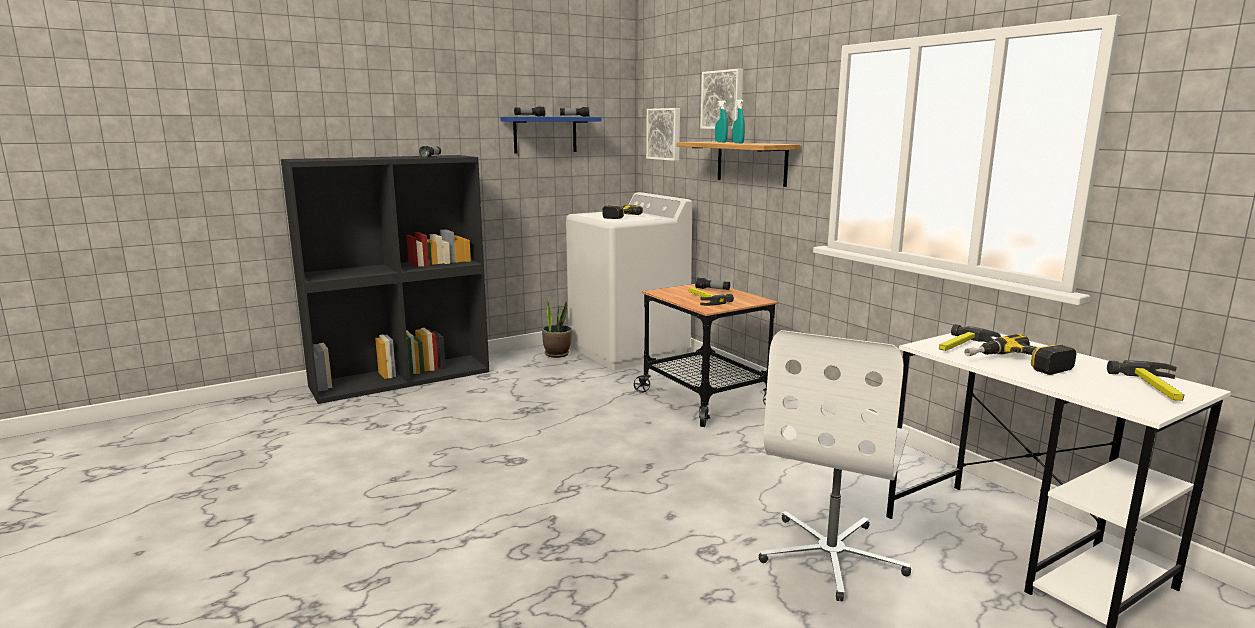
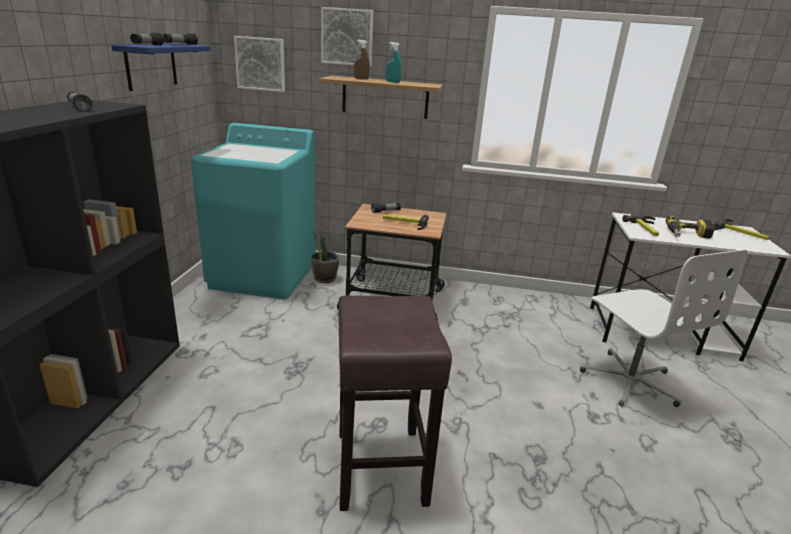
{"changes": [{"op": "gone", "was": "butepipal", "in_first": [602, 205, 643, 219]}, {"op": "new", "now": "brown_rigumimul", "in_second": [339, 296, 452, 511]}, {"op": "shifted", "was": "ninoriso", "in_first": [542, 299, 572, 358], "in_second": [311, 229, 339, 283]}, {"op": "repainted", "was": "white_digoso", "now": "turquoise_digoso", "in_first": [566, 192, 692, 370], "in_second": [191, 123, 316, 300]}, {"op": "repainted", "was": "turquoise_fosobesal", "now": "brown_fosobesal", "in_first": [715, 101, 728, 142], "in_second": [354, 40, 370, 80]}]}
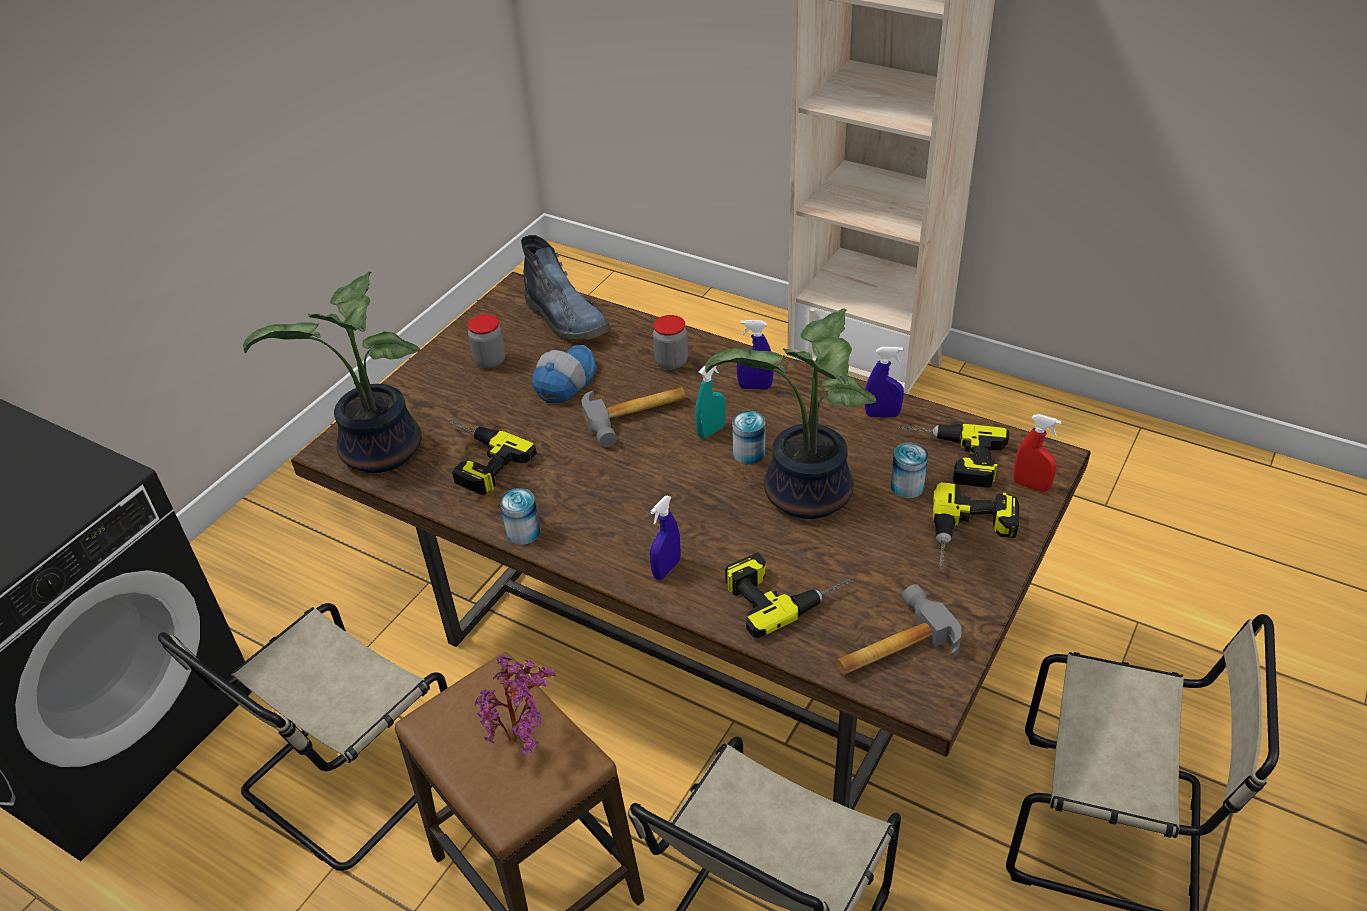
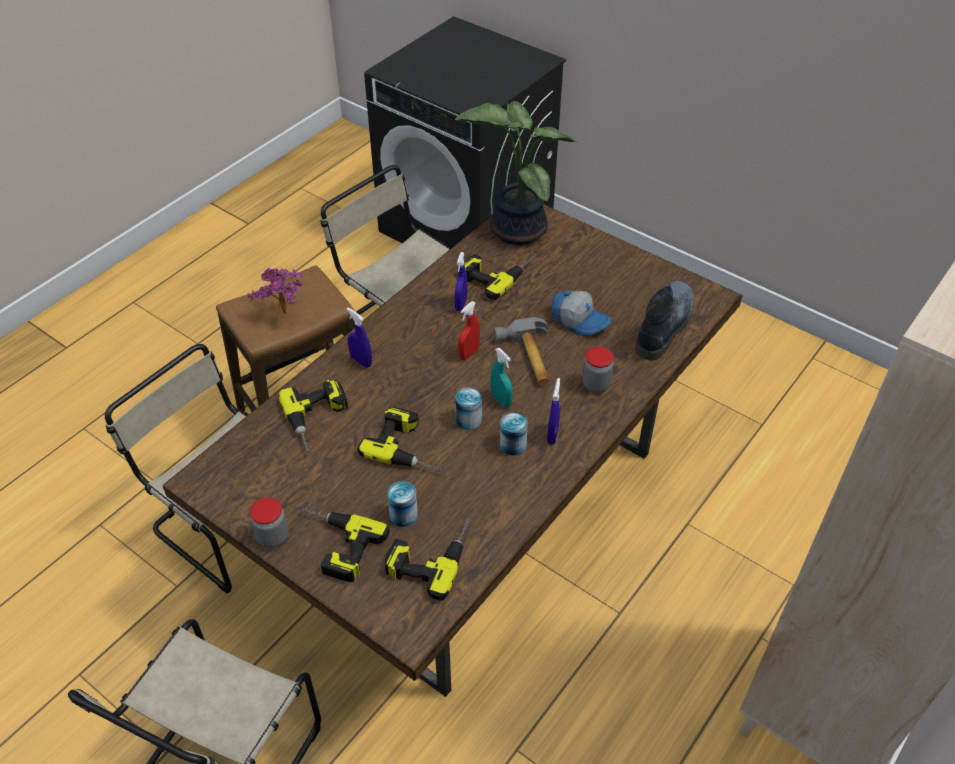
{"changes": [{"op": "gone", "was": "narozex", "in_first": [836, 584, 962, 675]}, {"op": "shifted", "was": "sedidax", "in_first": [467, 314, 506, 368], "in_second": [250, 497, 288, 548]}, {"op": "shifted", "was": "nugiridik", "in_first": [500, 488, 540, 545], "in_second": [500, 412, 528, 456]}, {"op": "shifted", "was": "blue_fosobesal", "in_first": [865, 347, 904, 418], "in_second": [455, 252, 467, 311]}, {"op": "shifted", "was": "red_fosobesal", "in_first": [1014, 414, 1062, 492], "in_second": [458, 301, 480, 360]}, {"op": "swapped", "was": "ninoriso", "now": "butepipal", "in_first": [705, 309, 877, 519], "in_second": [357, 407, 444, 471]}, {"op": "rotated", "was": "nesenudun", "in_first": [521, 235, 610, 341], "in_second": [635, 281, 694, 361], "clockwise": 150}]}
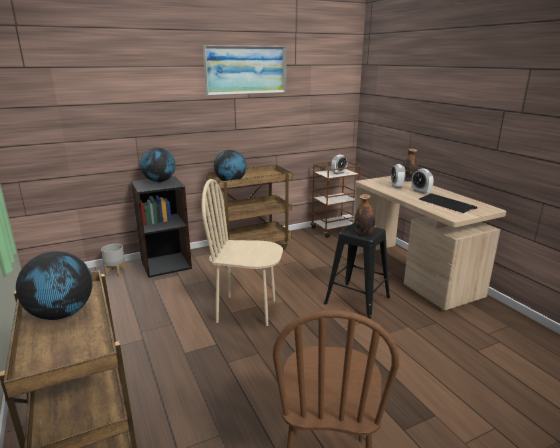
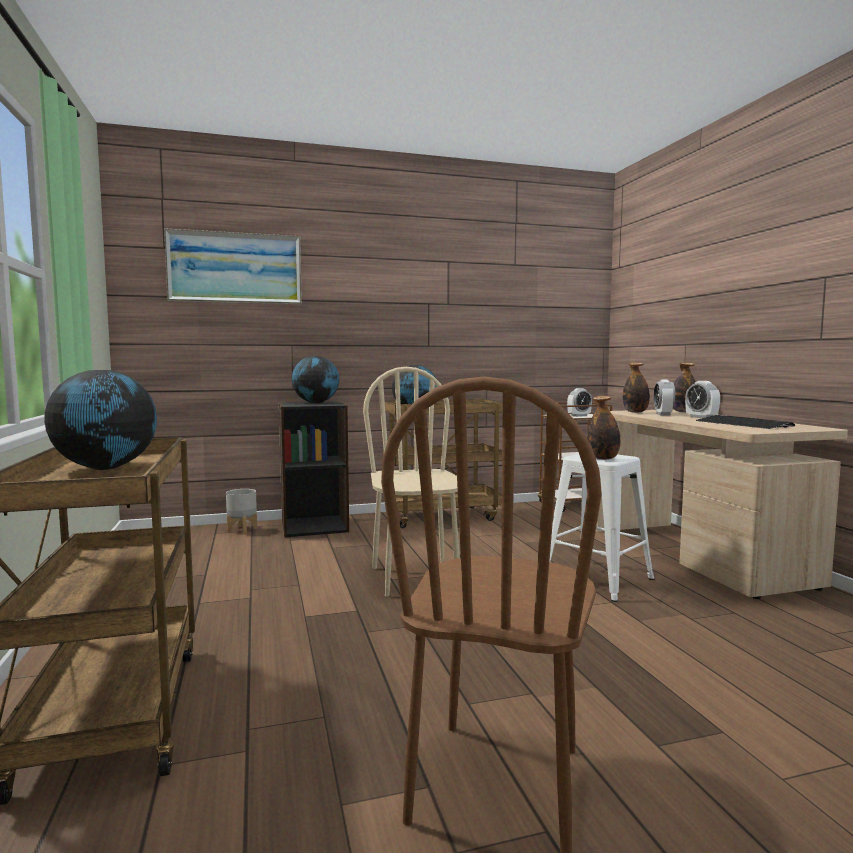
{"changes": [{"op": "new", "now": "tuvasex", "in_second": [623, 362, 650, 413]}, {"op": "shifted", "was": "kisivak", "in_first": [203, 45, 287, 96], "in_second": [164, 228, 302, 304]}, {"op": "repainted", "was": "black_rigumimul", "now": "white_rigumimul", "in_first": [324, 223, 390, 319], "in_second": [549, 454, 655, 602]}, {"op": "rotated", "was": "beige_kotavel", "in_first": [201, 179, 283, 326], "in_second": [363, 367, 460, 597], "clockwise": 60}]}
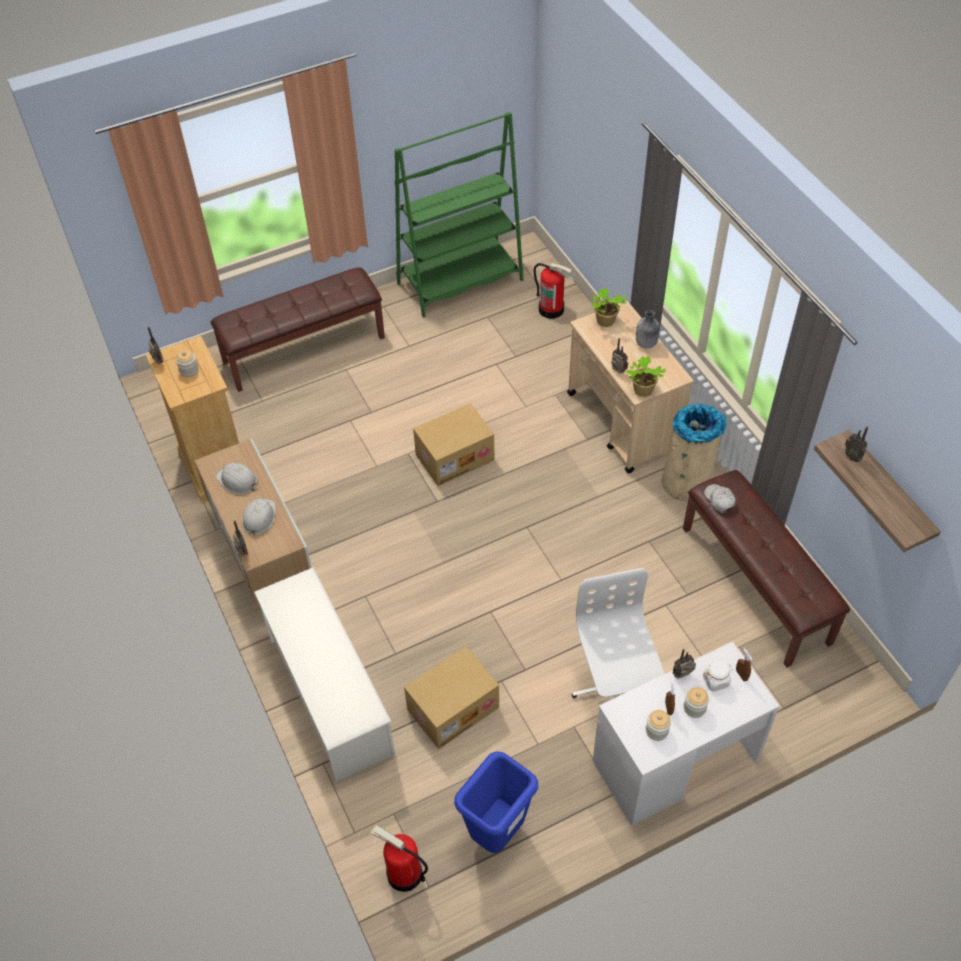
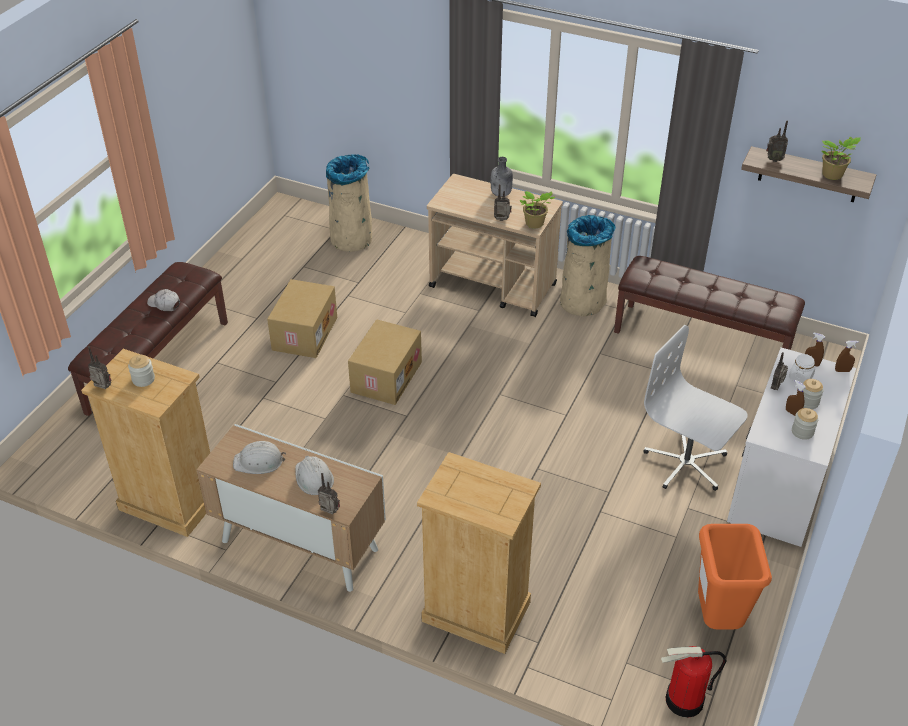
{"changes": [{"op": "gone", "was": "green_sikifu", "in_first": [395, 112, 523, 317]}, {"op": "new", "now": "brown_fosobesal", "in_second": [835, 341, 859, 372]}, {"op": "shifted", "was": "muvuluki", "in_first": [404, 646, 499, 749], "in_second": [267, 279, 337, 358]}, {"op": "shifted", "was": "ninoriso", "in_first": [592, 288, 626, 327], "in_second": [821, 136, 861, 180]}, {"op": "shifted", "was": "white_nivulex", "in_first": [704, 484, 735, 513], "in_second": [147, 289, 180, 311]}, {"op": "swapped", "was": "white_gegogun", "now": "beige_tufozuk", "in_first": [254, 567, 396, 782], "in_second": [417, 452, 541, 654]}, {"op": "swapped", "was": "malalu", "now": "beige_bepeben", "in_first": [533, 263, 573, 319], "in_second": [326, 154, 372, 252]}, {"op": "repainted", "was": "blue_bepeben", "now": "orange_bepeben", "in_first": [454, 751, 538, 853], "in_second": [698, 524, 772, 630]}]}
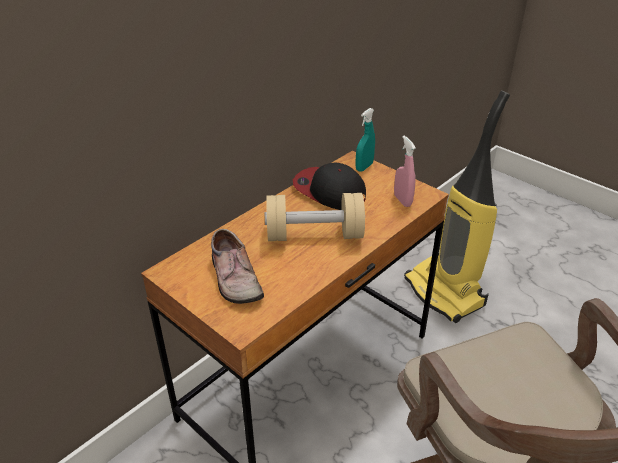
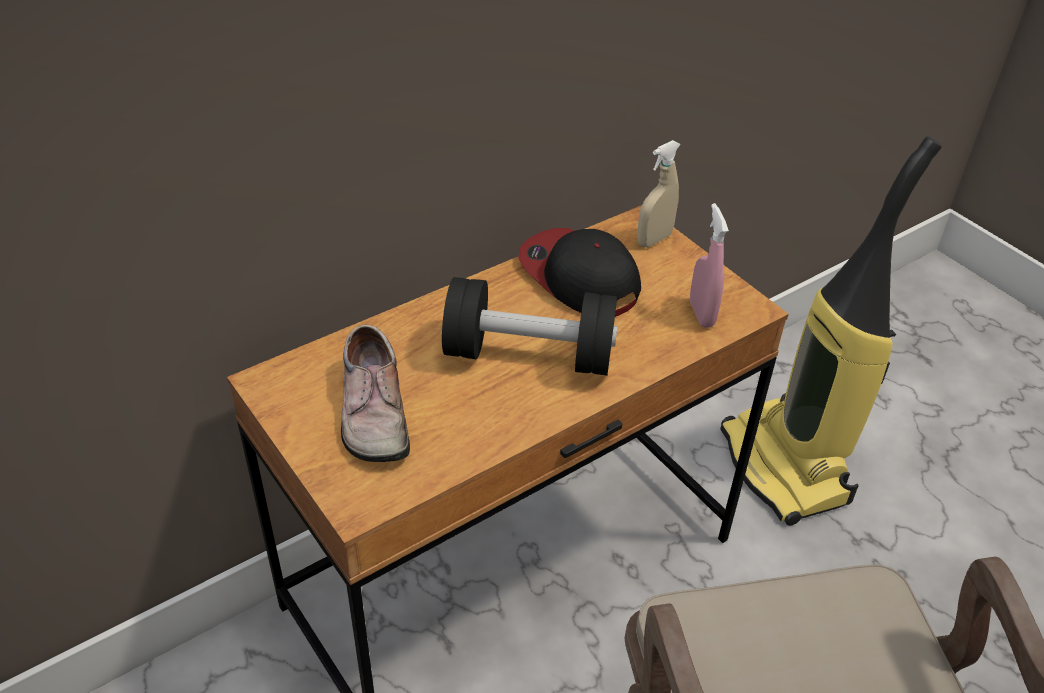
{"changes": [{"op": "repainted", "was": "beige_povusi", "now": "black_povusi", "in_first": [265, 193, 365, 241], "in_second": [442, 277, 618, 375]}, {"op": "repainted", "was": "turquoise_fosobesal", "now": "beige_fosobesal", "in_first": [356, 108, 375, 172], "in_second": [637, 140, 681, 247]}]}
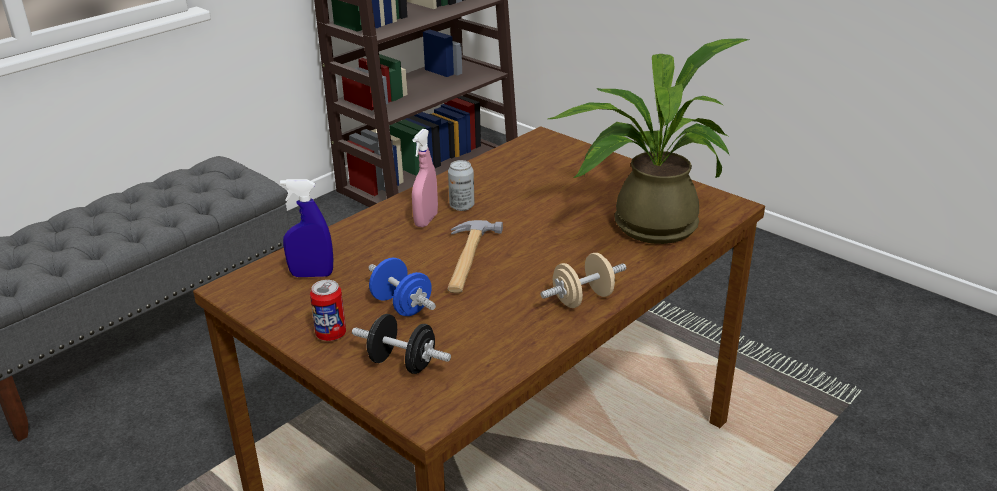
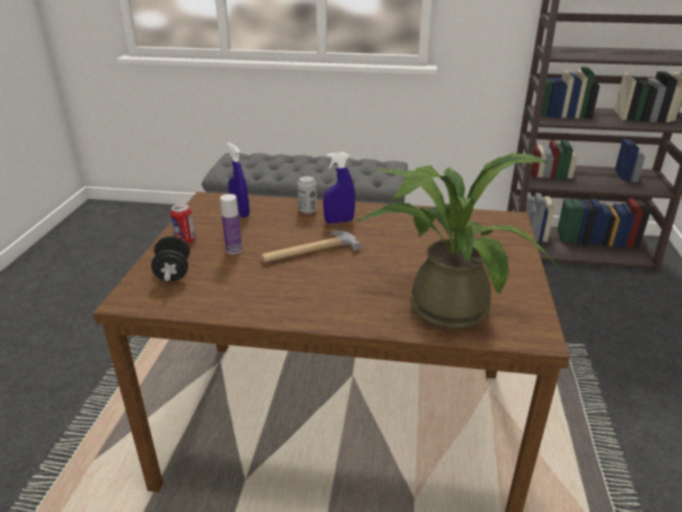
{"changes": [{"op": "gone", "was": "beige_povusi", "in_first": [540, 253, 626, 308]}, {"op": "shifted", "was": "nugiridik", "in_first": [448, 160, 474, 211], "in_second": [297, 176, 317, 214]}, {"op": "swapped", "was": "blue_povusi", "now": "tuvasex", "in_first": [369, 258, 436, 316], "in_second": [220, 194, 242, 254]}, {"op": "repainted", "was": "pink_fosobesal", "now": "blue_fosobesal", "in_first": [412, 129, 438, 227], "in_second": [323, 152, 355, 224]}]}
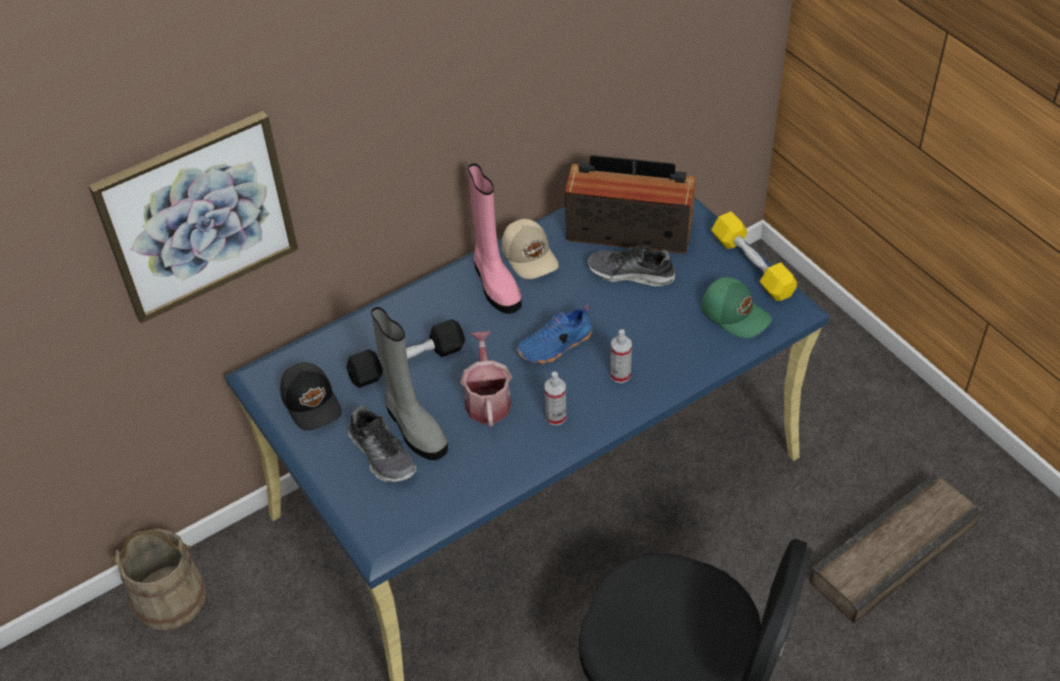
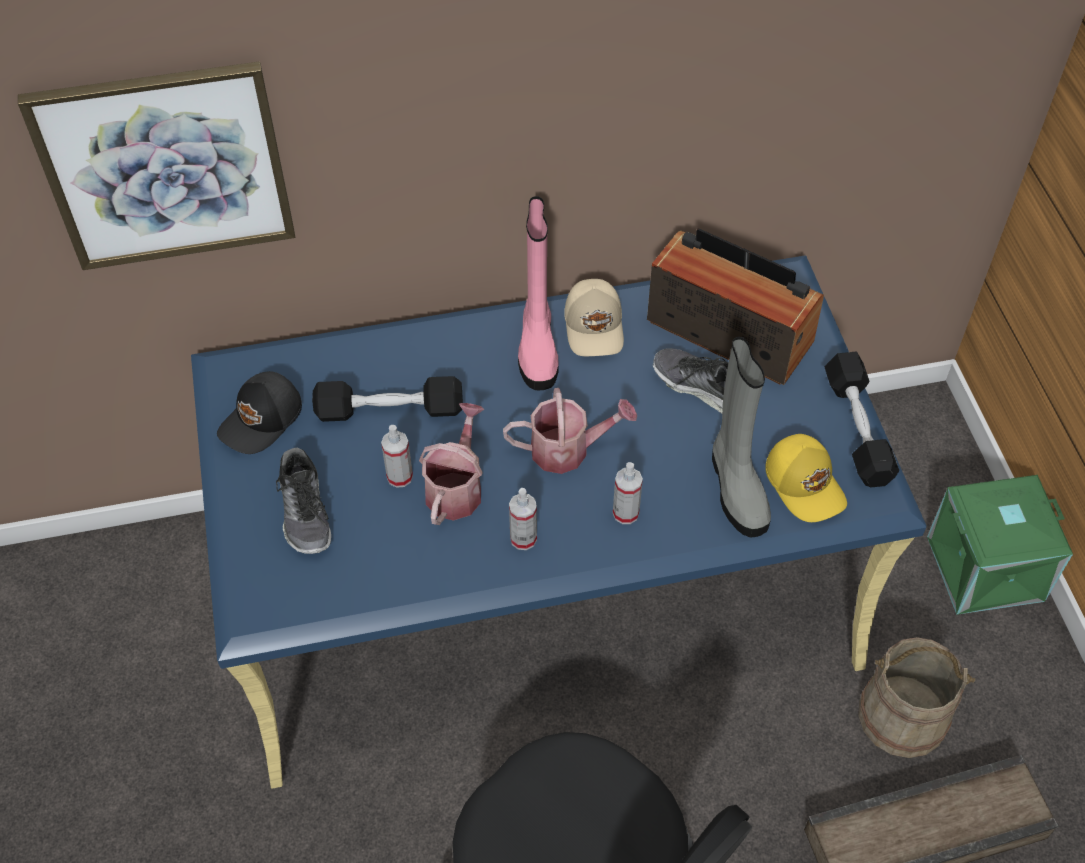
{"changes": [{"op": "new", "now": "fosobesal", "in_second": [381, 425, 413, 488]}, {"op": "new", "now": "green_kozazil", "in_second": [927, 475, 1073, 615]}, {"op": "shifted", "was": "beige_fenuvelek", "in_first": [109, 528, 206, 630], "in_second": [858, 637, 975, 758]}, {"op": "shifted", "was": "grey_nesenudun", "in_first": [371, 307, 448, 460], "in_second": [712, 337, 771, 538]}, {"op": "swapped", "was": "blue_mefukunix", "now": "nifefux", "in_first": [516, 305, 593, 364], "in_second": [503, 388, 637, 474]}, {"op": "repainted", "was": "green_nivulex", "now": "yellow_nivulex", "in_first": [701, 277, 772, 338], "in_second": [765, 434, 847, 522]}, {"op": "repainted", "was": "yellow_povusi", "now": "black_povusi", "in_first": [711, 211, 797, 301], "in_second": [825, 352, 899, 488]}, {"op": "rotated", "was": "black_nivulex", "in_first": [280, 362, 342, 431], "in_second": [217, 371, 302, 454], "clockwise": 45}]}
